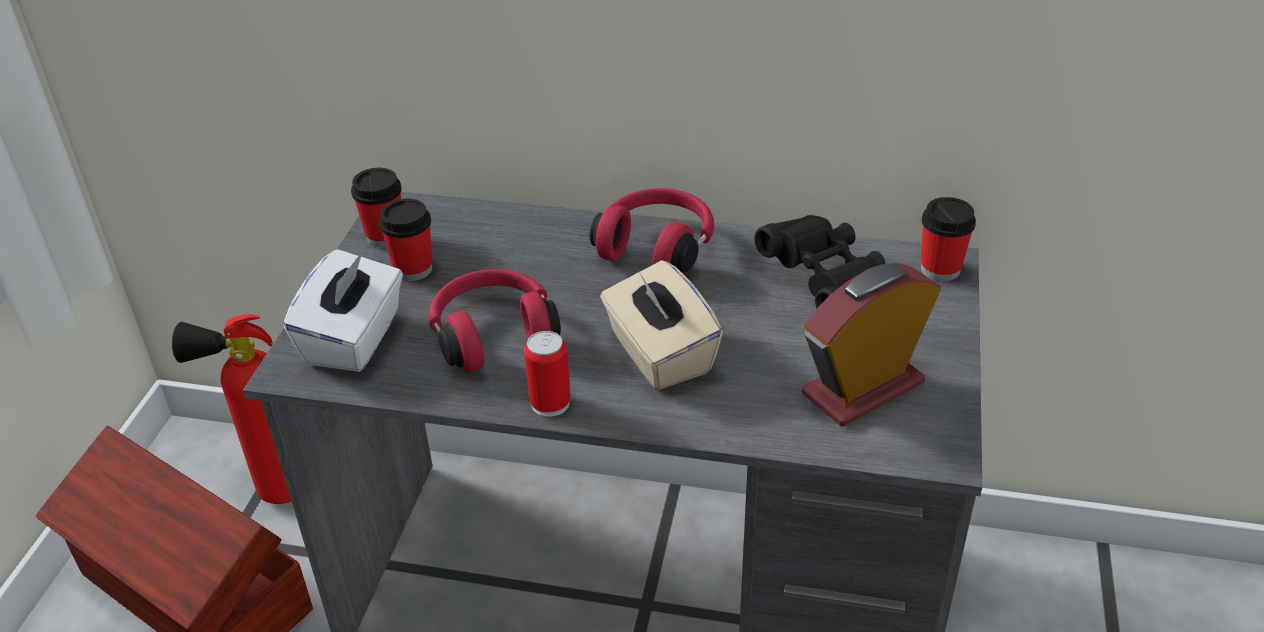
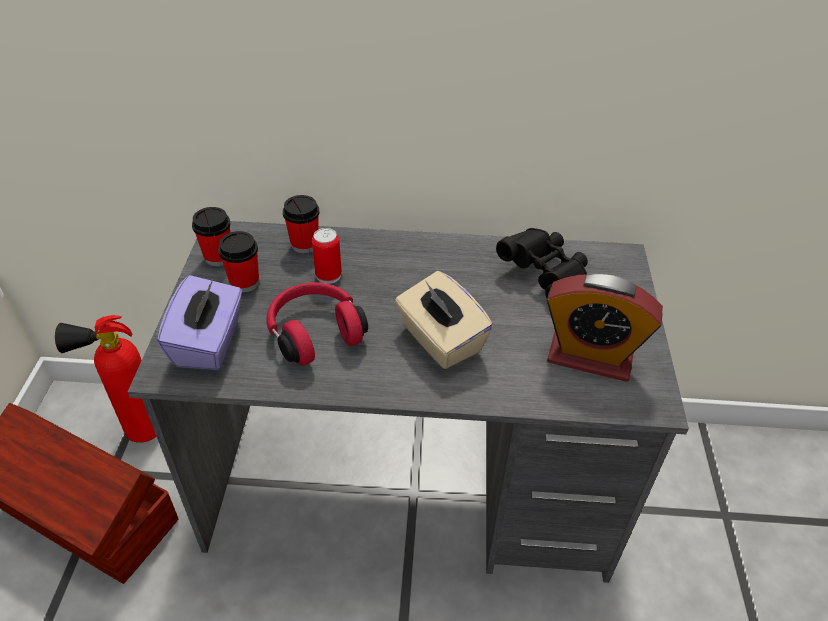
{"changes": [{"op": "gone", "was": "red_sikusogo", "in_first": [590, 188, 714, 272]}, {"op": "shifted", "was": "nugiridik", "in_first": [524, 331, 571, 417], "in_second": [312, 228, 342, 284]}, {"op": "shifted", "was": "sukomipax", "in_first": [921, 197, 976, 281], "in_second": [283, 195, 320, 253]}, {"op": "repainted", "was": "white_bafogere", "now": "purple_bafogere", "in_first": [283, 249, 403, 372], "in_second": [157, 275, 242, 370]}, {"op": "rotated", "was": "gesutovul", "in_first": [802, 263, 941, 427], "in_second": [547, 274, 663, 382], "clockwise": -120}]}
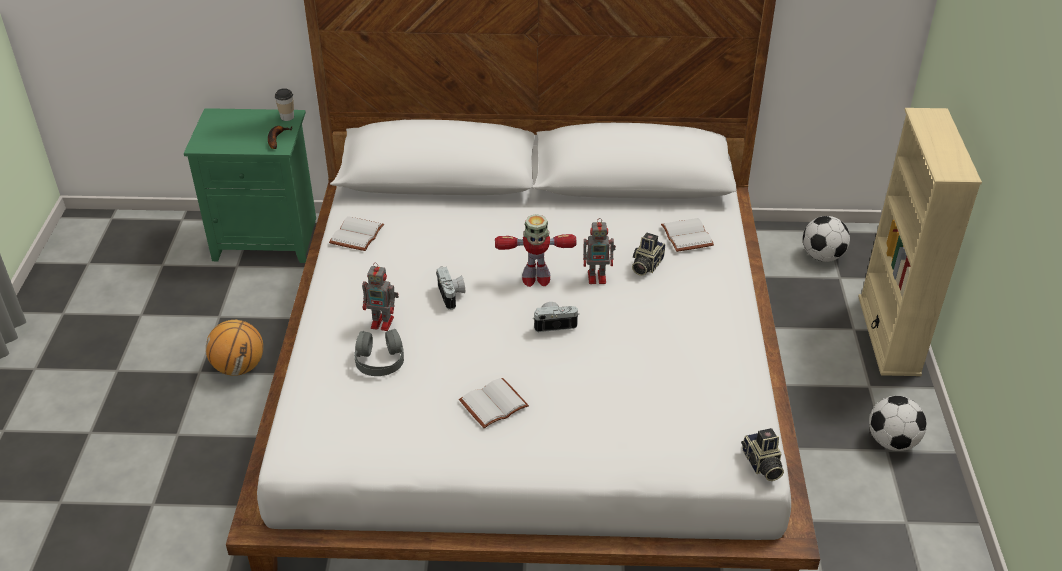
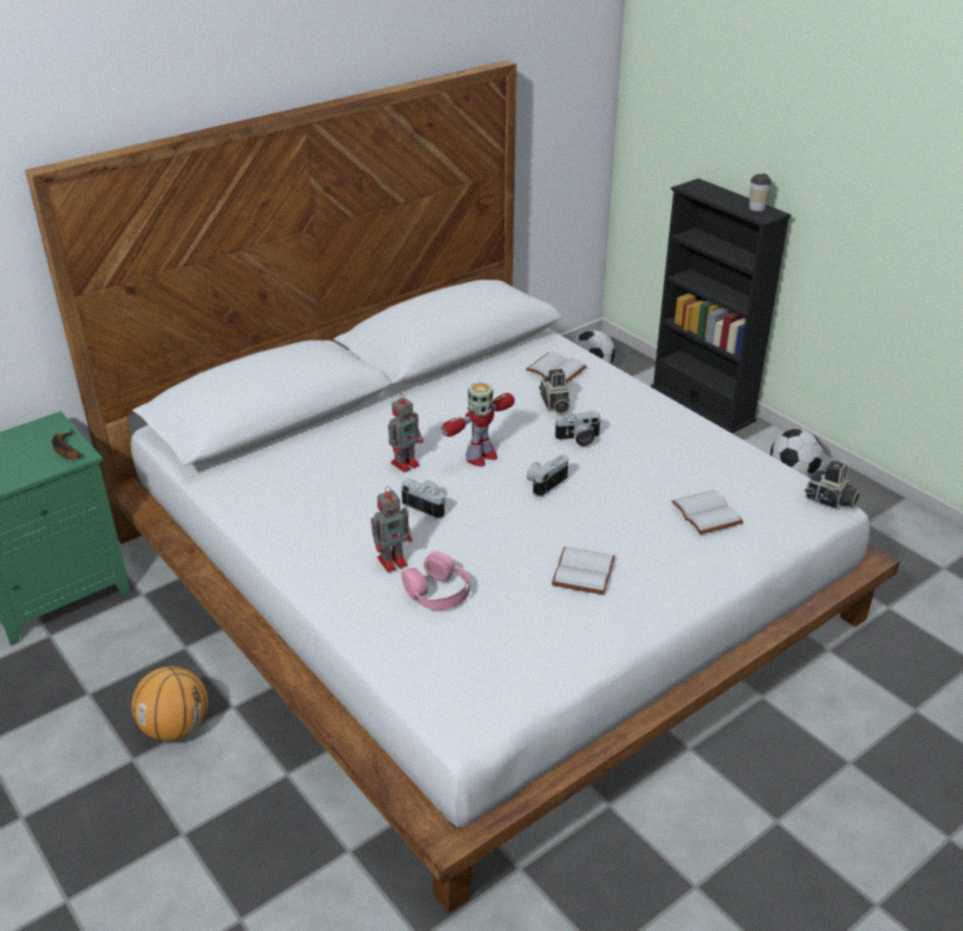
{"changes": [{"op": "new", "now": "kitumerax", "in_second": [554, 411, 602, 446]}, {"op": "shifted", "was": "sukomipax", "in_first": [275, 88, 294, 121], "in_second": [749, 174, 772, 211]}, {"op": "shifted", "was": "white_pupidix", "in_first": [329, 216, 384, 251], "in_second": [672, 490, 743, 534]}, {"op": "shifted", "was": "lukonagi", "in_first": [583, 218, 616, 284], "in_second": [388, 393, 423, 473]}, {"op": "repainted", "was": "grey_sikusogo", "now": "pink_sikusogo", "in_first": [354, 329, 404, 376], "in_second": [401, 551, 470, 610]}, {"op": "repainted", "was": "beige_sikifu", "now": "black_sikifu", "in_first": [858, 108, 982, 376], "in_second": [650, 178, 791, 433]}]}
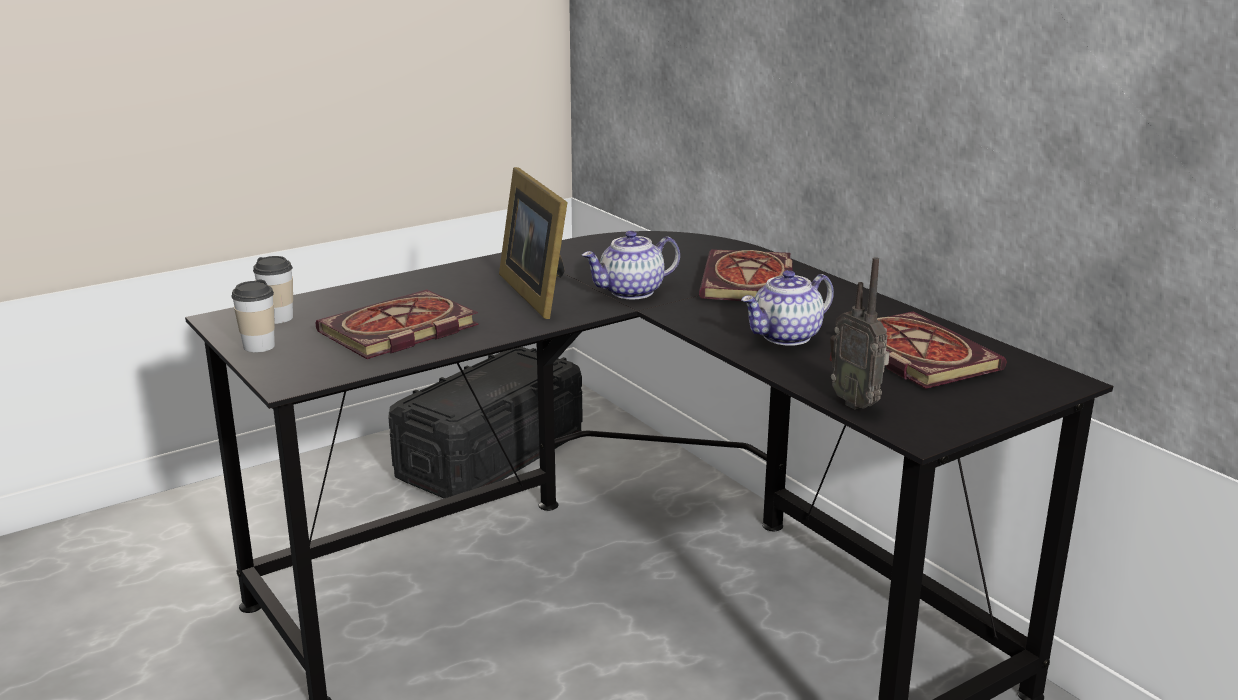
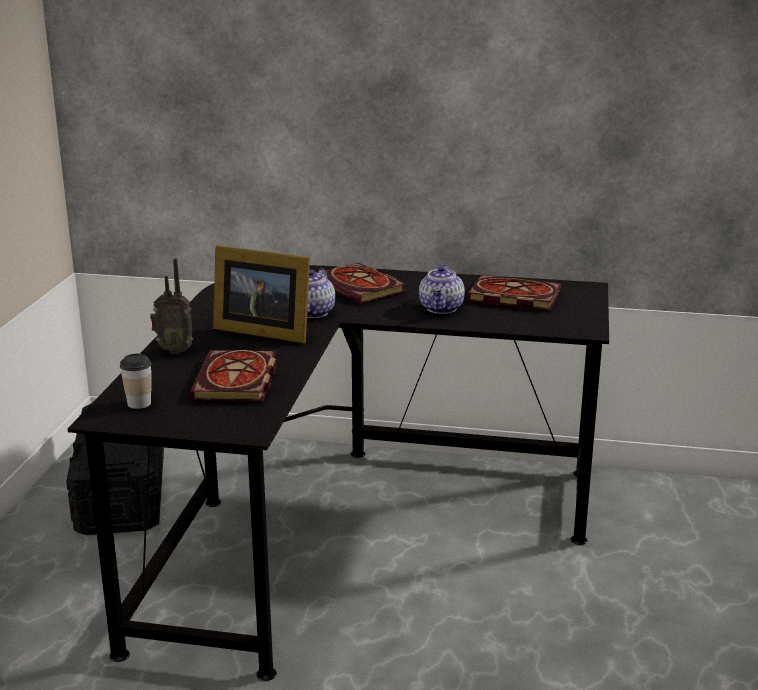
{"changes": [{"op": "gone", "was": "sukomipax", "in_first": [231, 279, 275, 352]}, {"op": "shifted", "was": "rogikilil", "in_first": [829, 257, 890, 410], "in_second": [150, 258, 193, 354]}]}
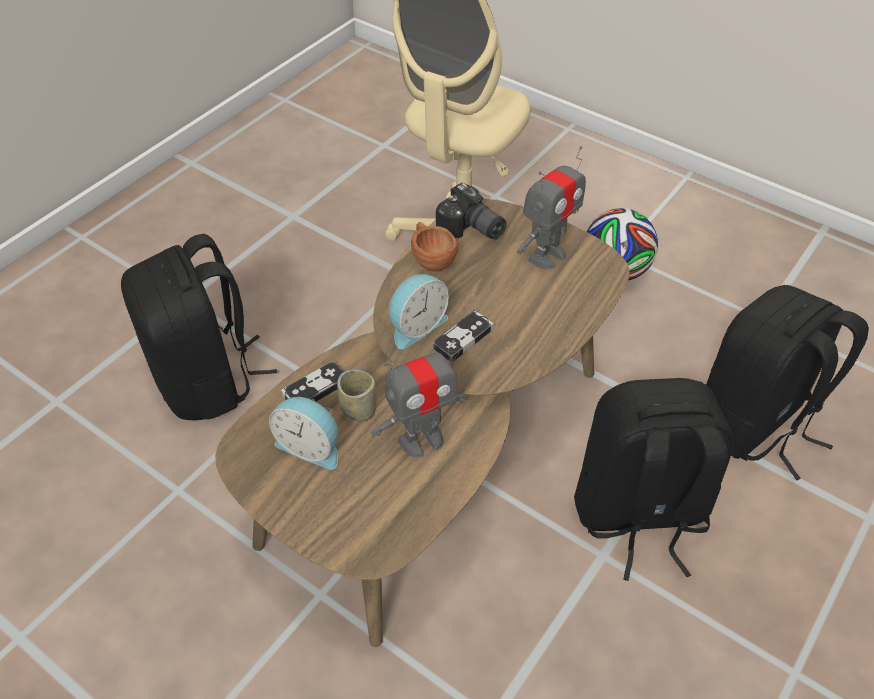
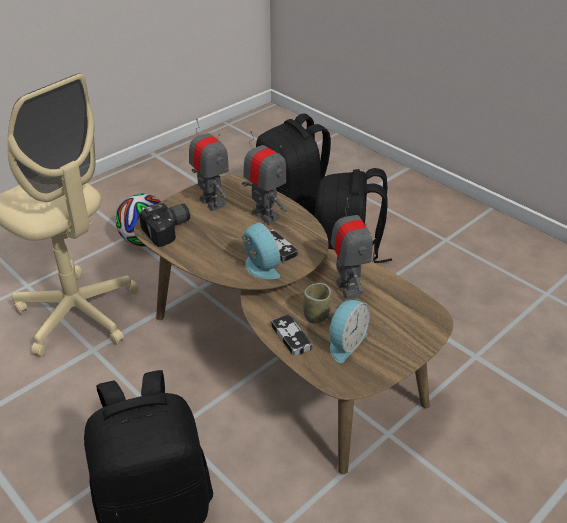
{"changes": [{"op": "gone", "was": "brown_sukomipax", "in_first": [411, 222, 458, 271]}, {"op": "new", "now": "lukonagi", "in_second": [242, 131, 287, 225]}]}
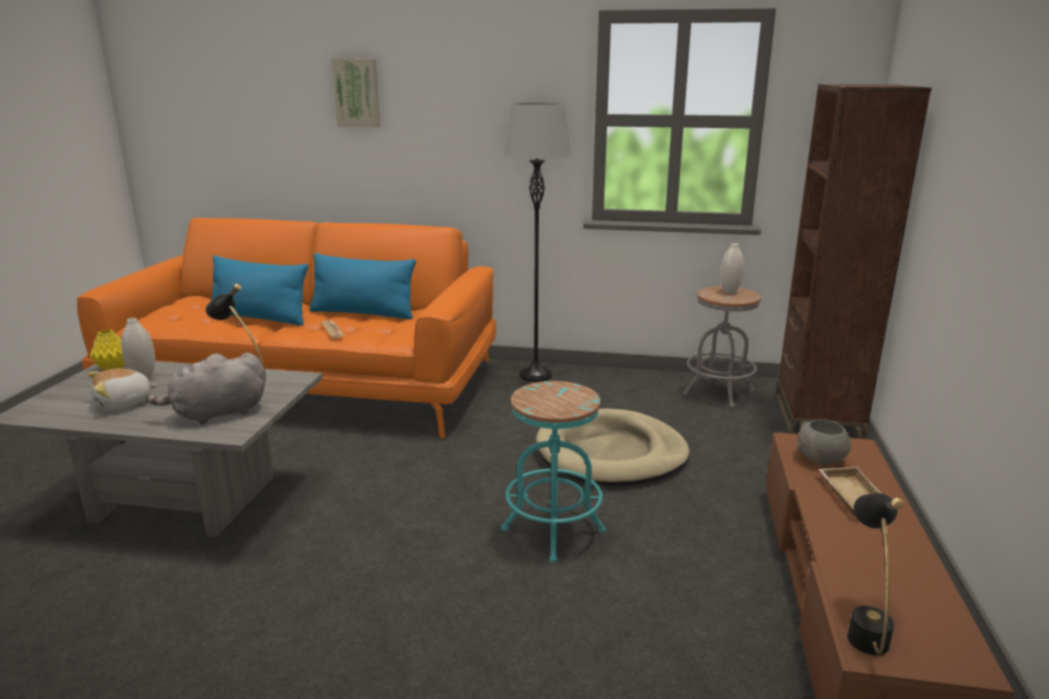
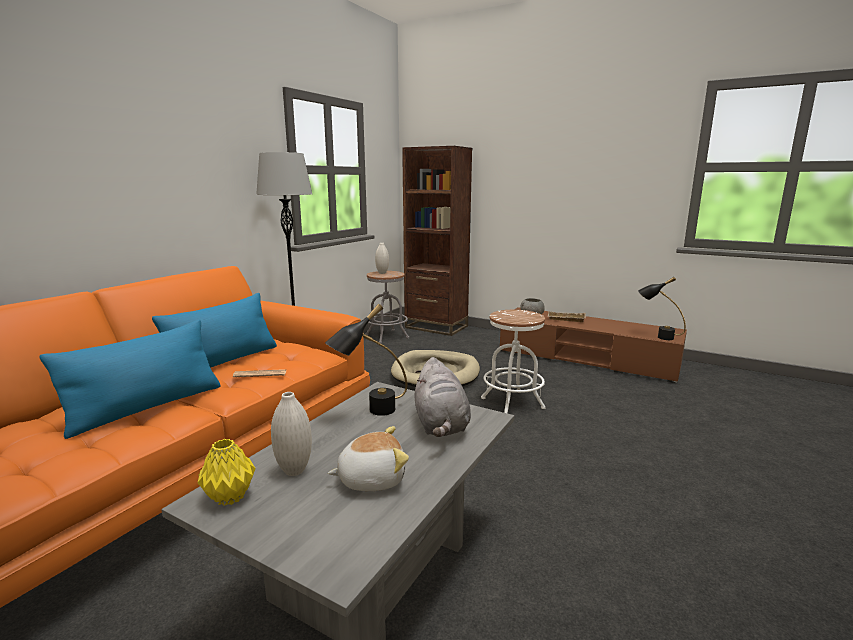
{"changes": [{"op": "gone", "was": "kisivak", "in_first": [332, 59, 380, 127]}, {"op": "repainted", "was": "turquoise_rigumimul", "now": "white_rigumimul", "in_first": [501, 381, 606, 562], "in_second": [481, 310, 546, 414]}, {"op": "rotated", "was": "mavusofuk", "in_first": [87, 368, 159, 410], "in_second": [328, 426, 409, 491], "clockwise": -90}]}
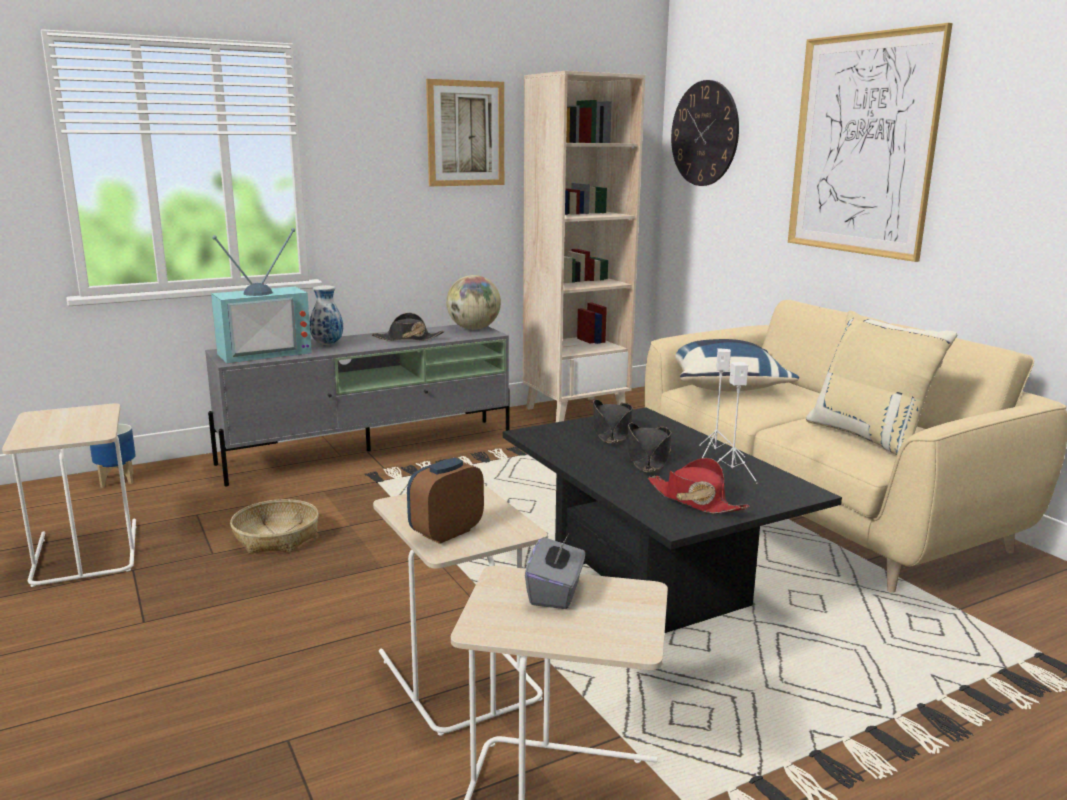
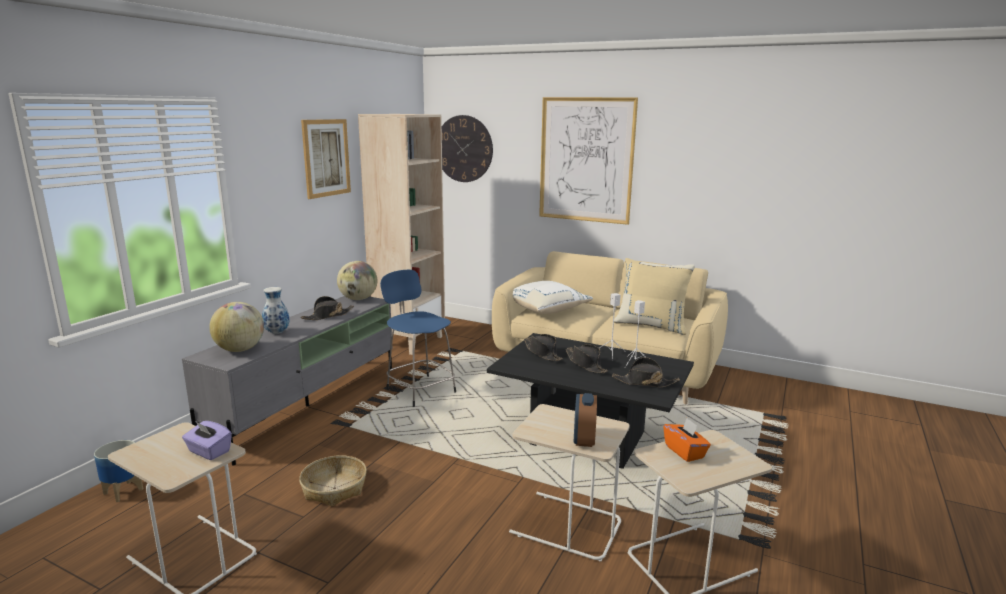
{"changes": [{"op": "new", "now": "purple_bafogere", "in_second": [182, 421, 232, 460]}, {"op": "new", "now": "blue_rigumimul", "in_second": [380, 270, 456, 407]}, {"op": "swapped", "was": "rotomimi", "now": "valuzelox", "in_first": [211, 228, 312, 364], "in_second": [209, 302, 264, 352]}, {"op": "repainted", "was": "grey_bafogere", "now": "orange_bafogere", "in_first": [525, 534, 585, 609], "in_second": [663, 418, 711, 462]}, {"op": "repainted", "was": "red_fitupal", "now": "black_fitupal", "in_first": [648, 458, 750, 514], "in_second": [612, 357, 680, 387]}, {"op": "repainted", "was": "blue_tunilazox", "now": "white_tunilazox", "in_first": [675, 339, 799, 391], "in_second": [513, 281, 593, 314]}]}
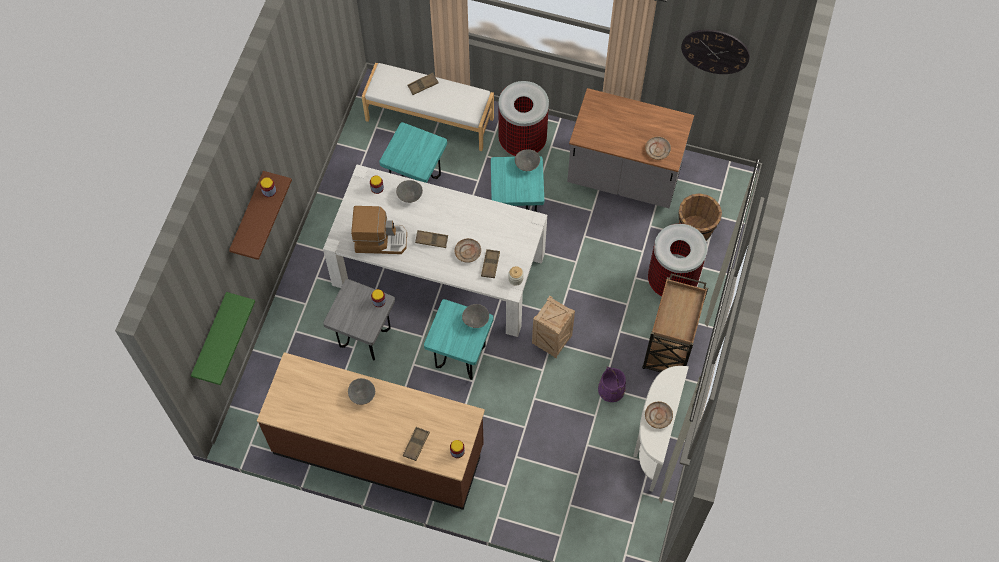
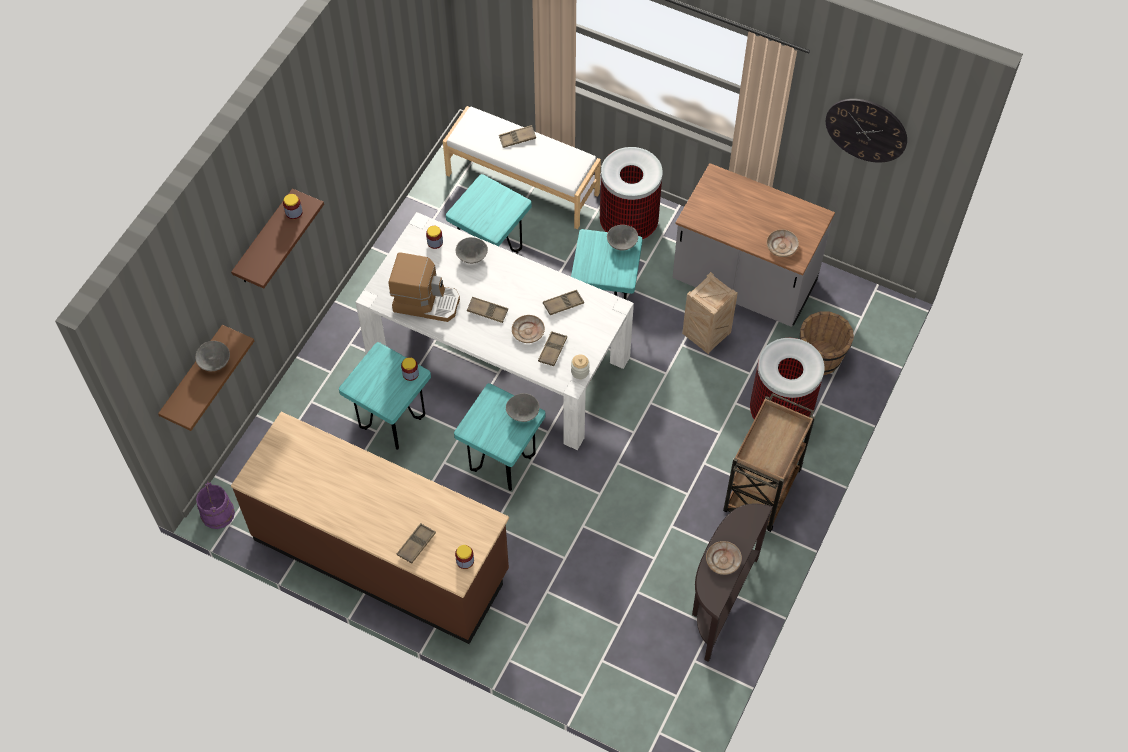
{"changes": [{"op": "new", "now": "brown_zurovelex", "in_second": [543, 290, 584, 315]}, {"op": "shifted", "was": "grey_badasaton", "in_first": [348, 378, 375, 405], "in_second": [196, 341, 230, 371]}, {"op": "shifted", "was": "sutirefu", "in_first": [532, 295, 575, 358], "in_second": [682, 272, 738, 354]}, {"op": "shifted", "was": "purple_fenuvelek", "in_first": [598, 366, 626, 402], "in_second": [196, 481, 235, 529]}, {"op": "repainted", "was": "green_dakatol", "now": "brown_dakatol", "in_first": [191, 292, 255, 385], "in_second": [158, 325, 254, 431]}, {"op": "repainted", "was": "grey_rigumimul", "now": "turquoise_rigumimul", "in_first": [323, 279, 395, 360], "in_second": [339, 342, 431, 450]}, {"op": "repainted", "was": "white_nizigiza", "now": "brown_nizigiza", "in_first": [633, 366, 689, 492], "in_second": [692, 504, 773, 662]}]}
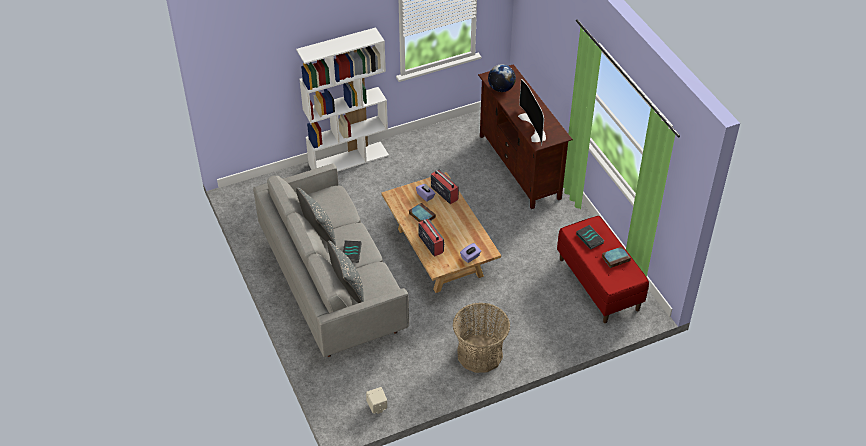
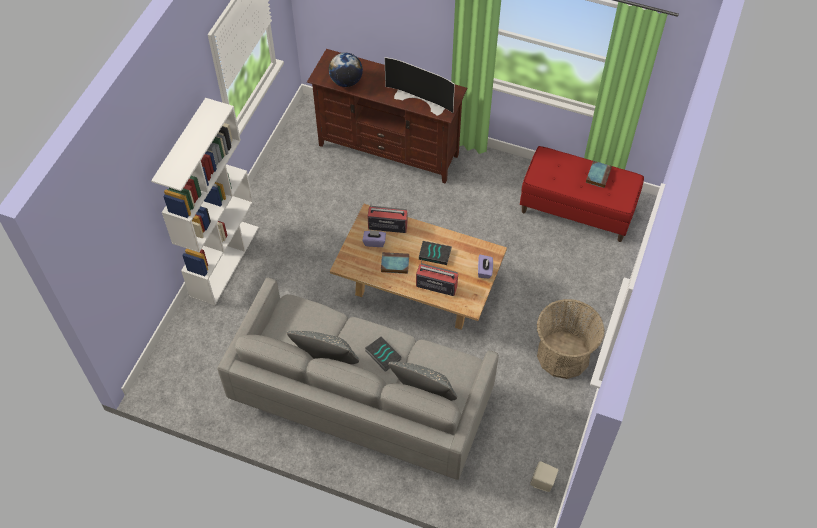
{"changes": [{"op": "shifted", "was": "pupidix", "in_first": [576, 225, 605, 250], "in_second": [419, 241, 452, 265]}]}
